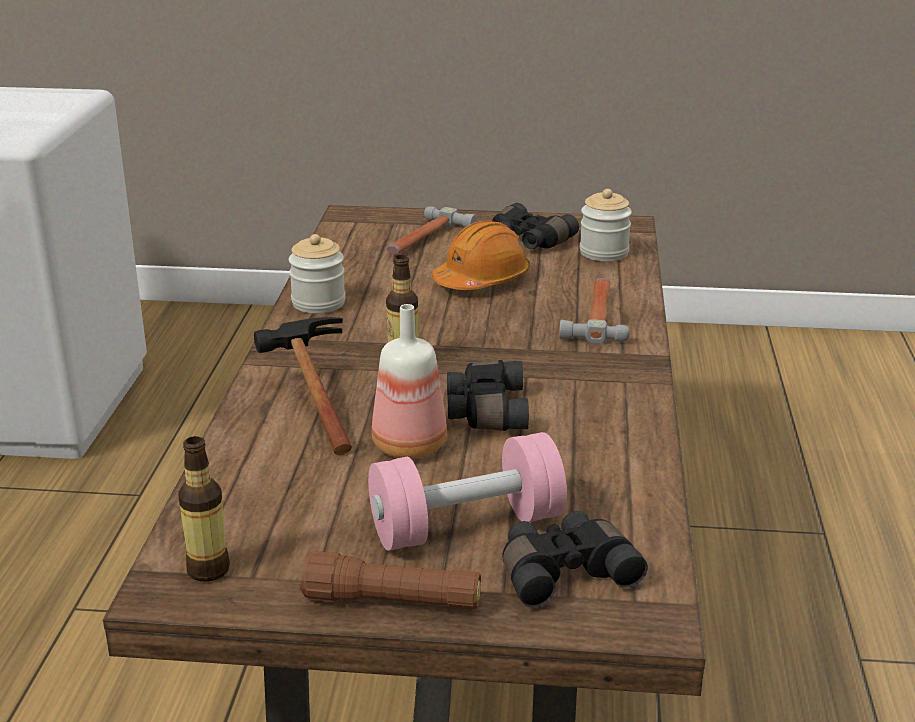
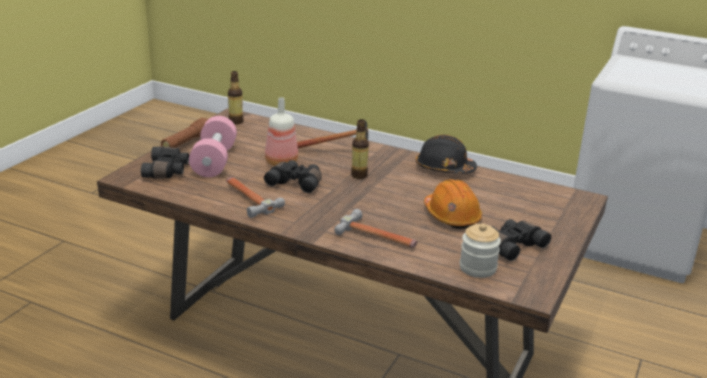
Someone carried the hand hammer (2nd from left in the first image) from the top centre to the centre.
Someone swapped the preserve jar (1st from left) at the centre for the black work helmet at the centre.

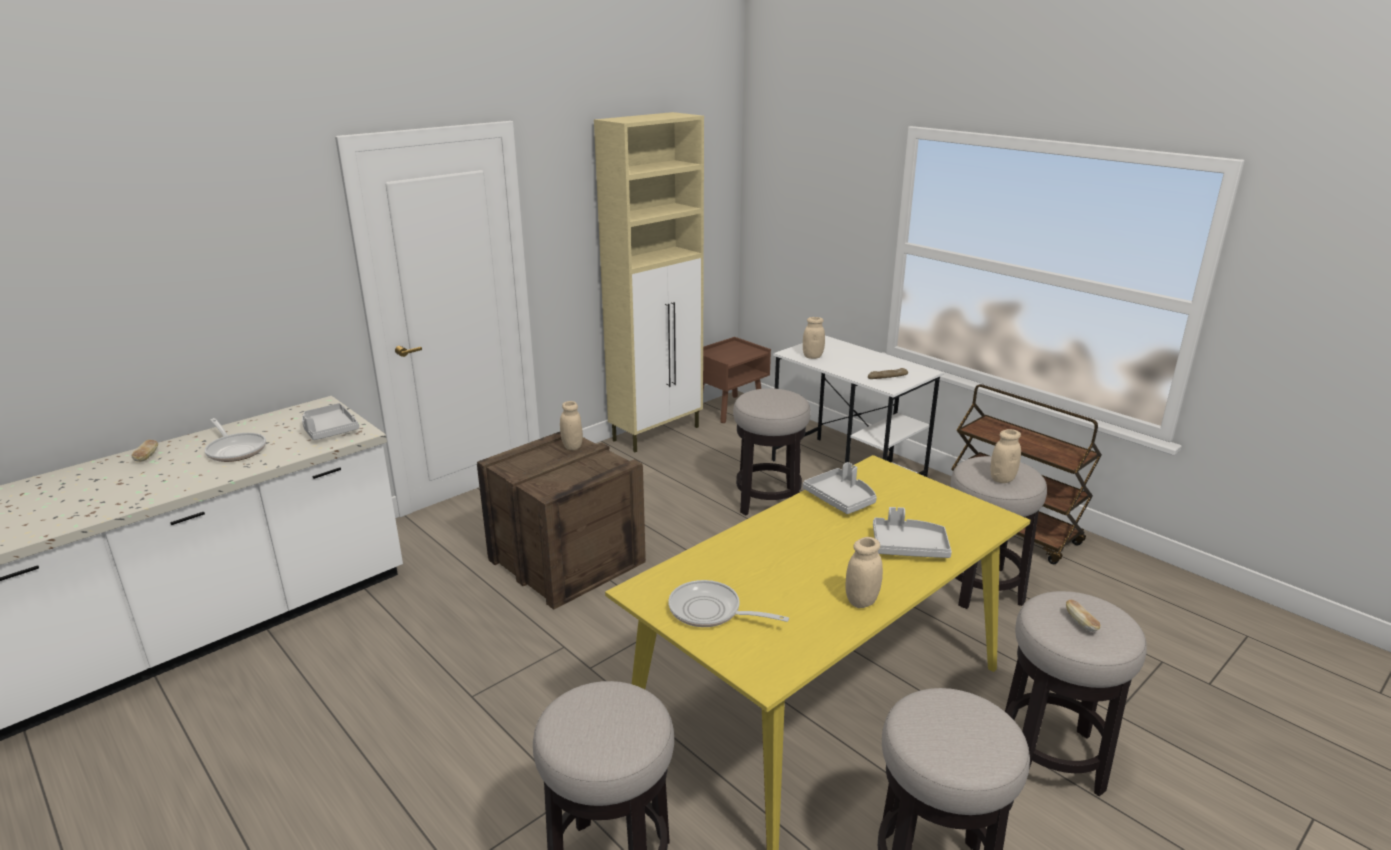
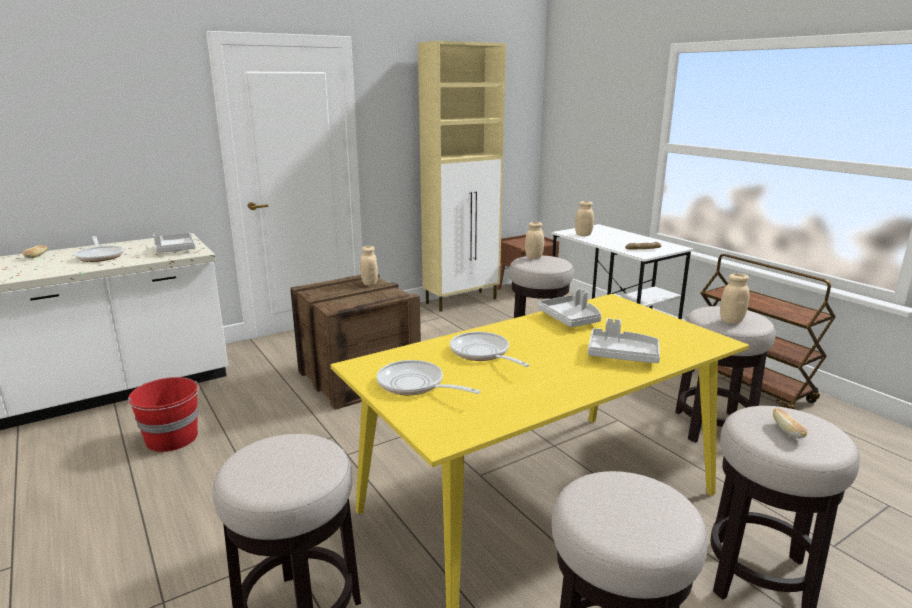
Someone put down the red-coloured water bucket at the bottom left.
Someone put down the skillet (3rd from left) at the centre.
Someone carried the sand-coloured preserve jar (3rd from left in the first image) from the bottom centre to the centre.

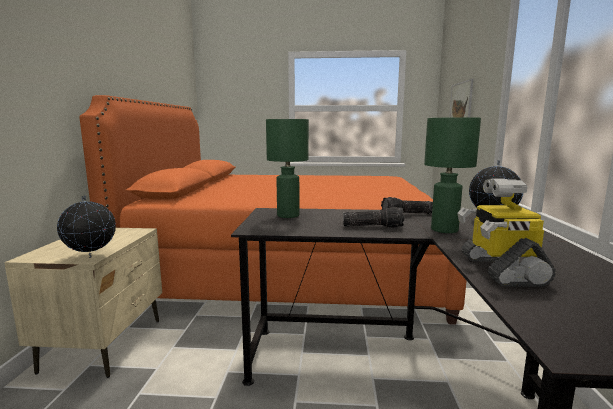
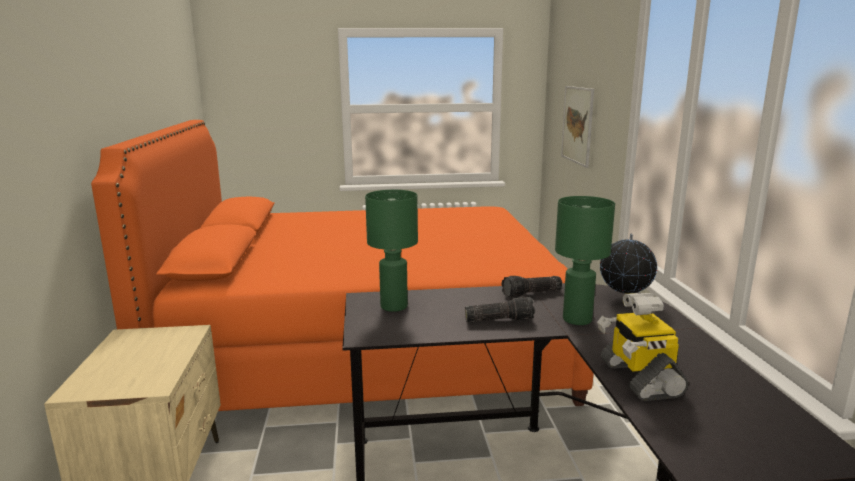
Someone took away the globe (1st from left) at the middle left.

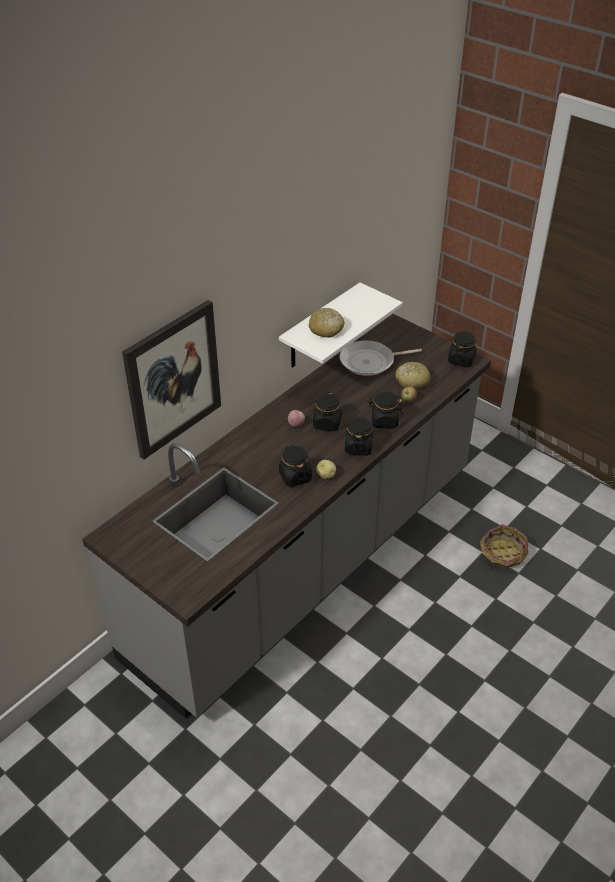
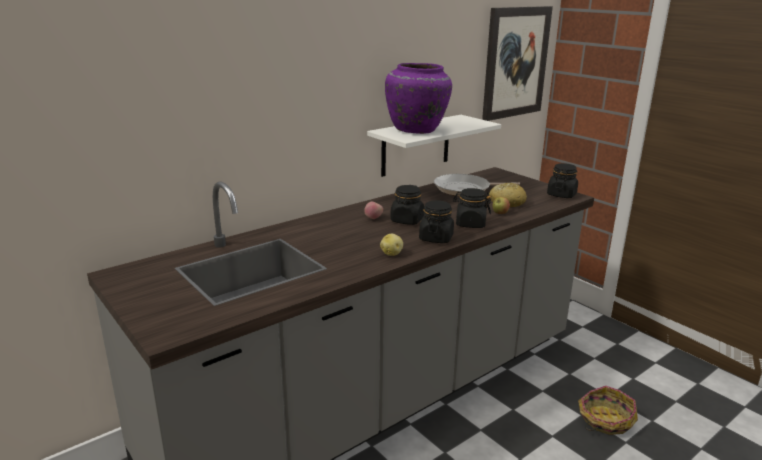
Someone swapped the bread (1st from left) at the centre for the purplish vase at the top centre.
Someone carried the wall art from the middle left to the top right.
Someone took away the black preserve jar (1st from left) at the centre.

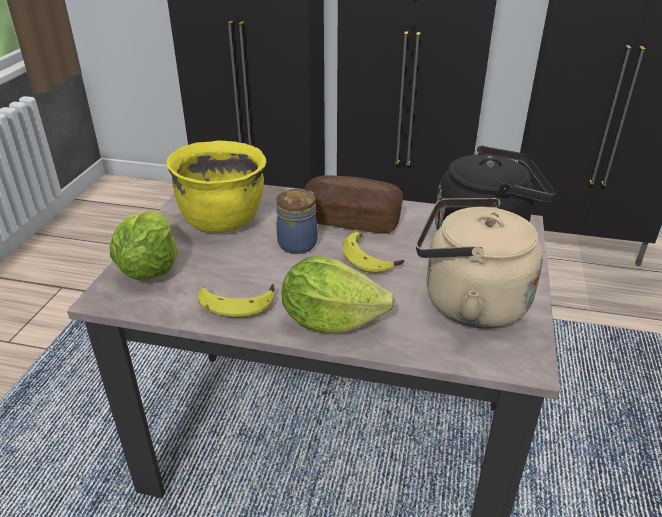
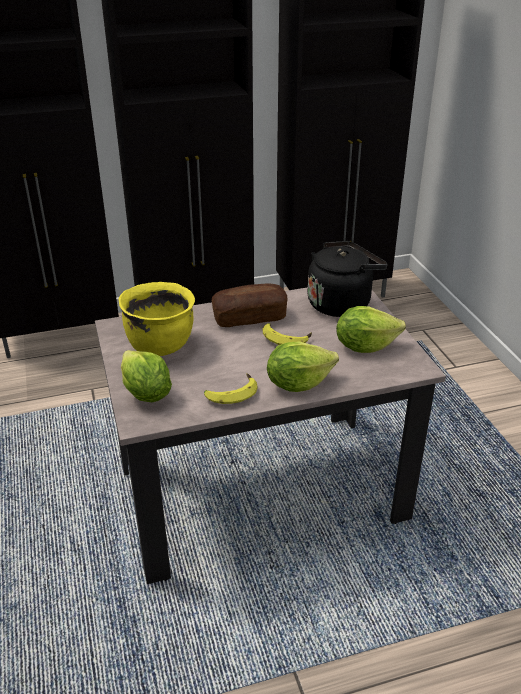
Someone swapped the sand-coloured kettle at the middle right for the lettuce head (3rd from left) at the middle right.
Someone took away the preserve jar at the centre.

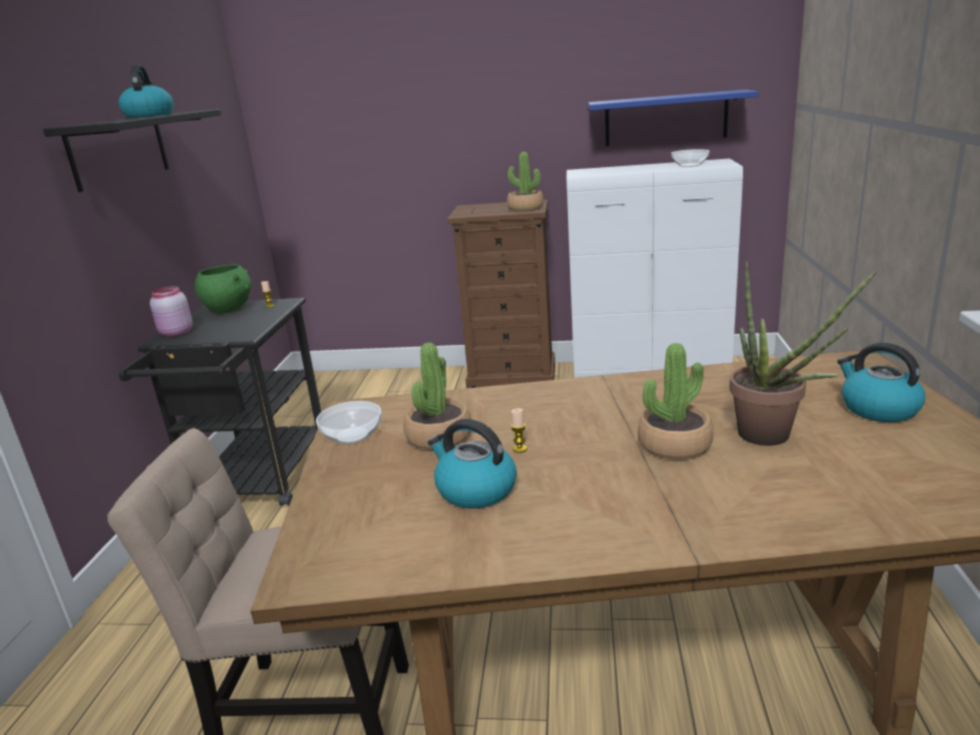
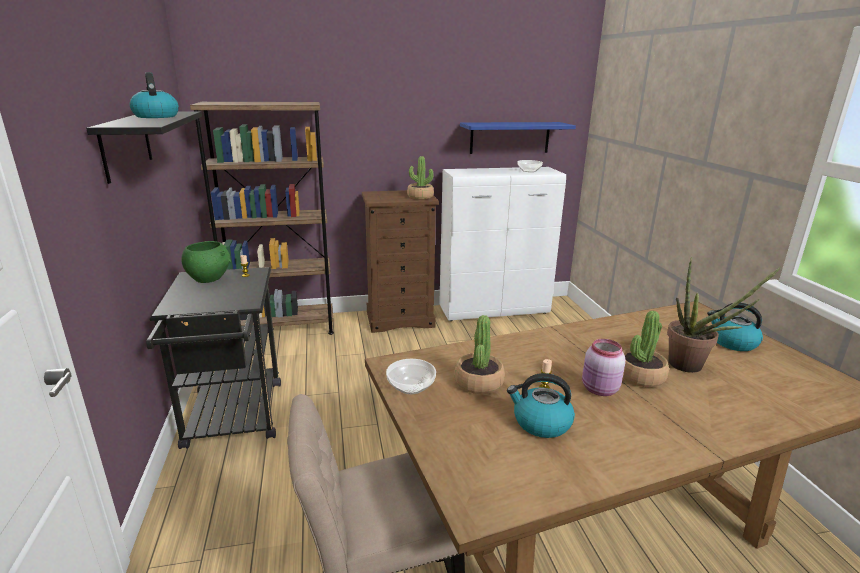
Someone put down the brown-coloured shelving unit at the middle left.
Someone carried the pinkish preserve jar from the middle left to the middle right.

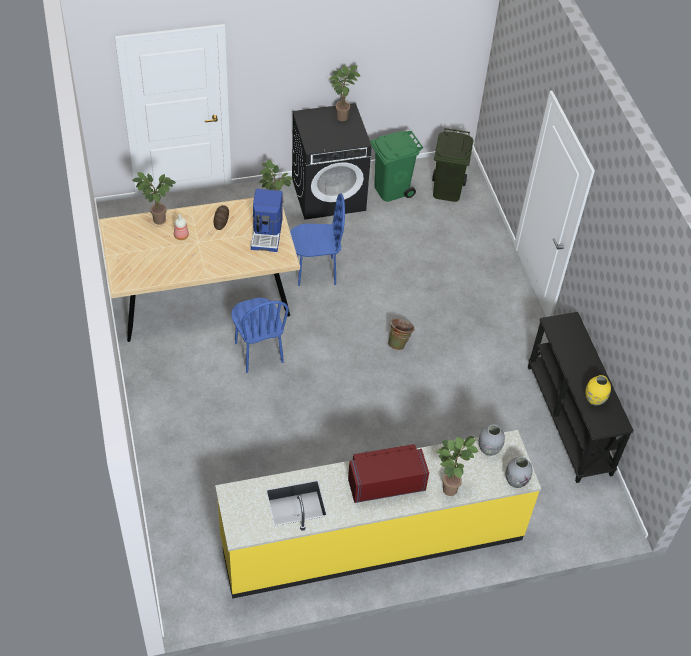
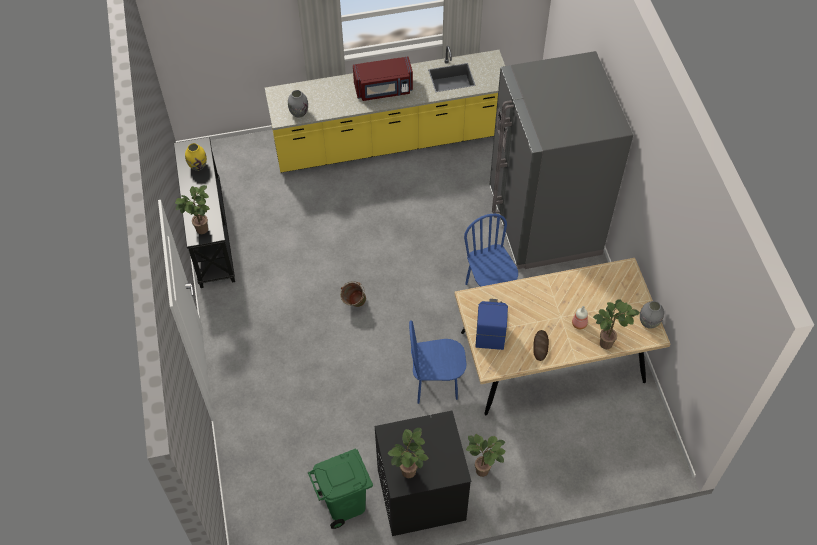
Someone carried the plant in a pot (4th from left in the first image) from the bottom centre to the middle left.
Someone put down the gray refrigerator at the top right.
Someone carried the gray vase (2nd from left) from the bottom right to the middle right.
Someone took away the green-coloured trash can (2nd from left) at the top centre.

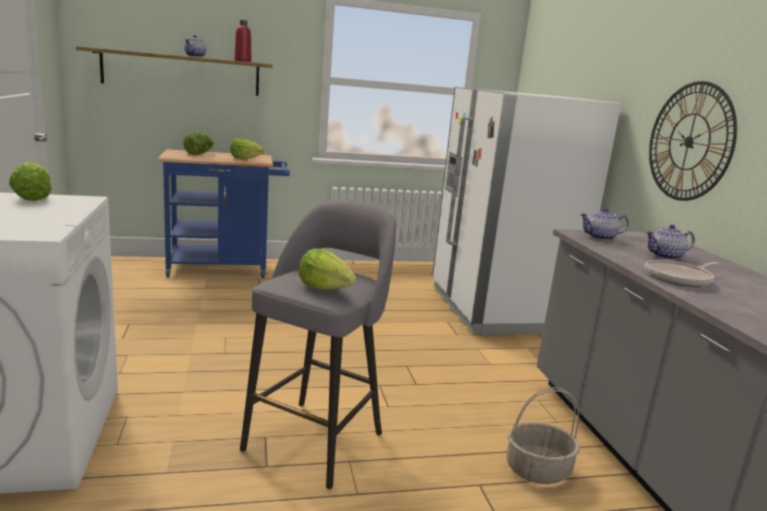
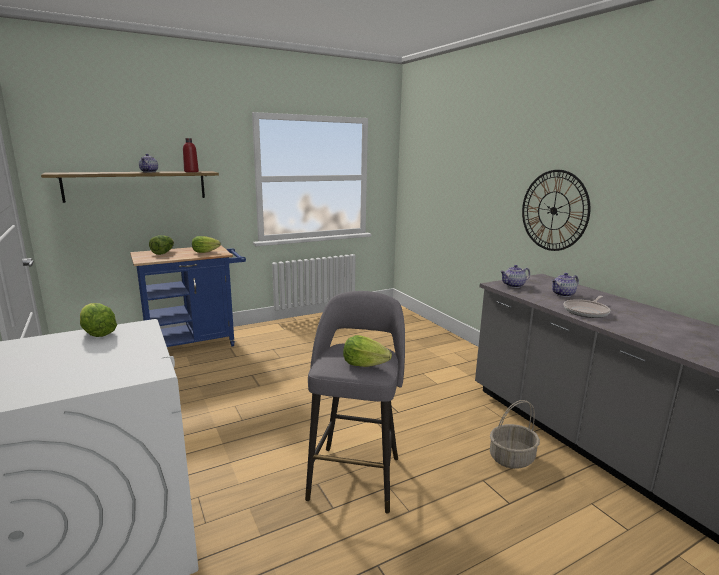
Someone took away the whitish refrigerator at the middle right.

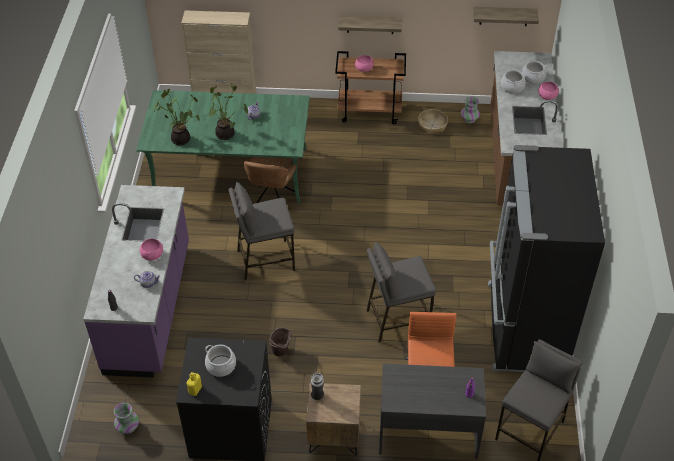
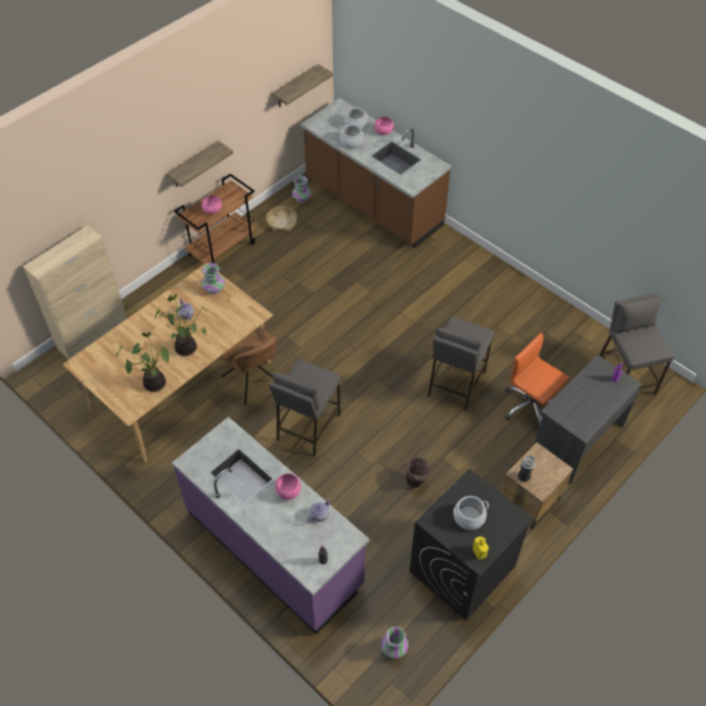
Someone repainted the green-coloured dining table at the top left, which became the sand-coloured dining table at the middle left.
Someone put down the vase (1st from left) at the middle left.
Someone took away the black refrigerator at the middle right.

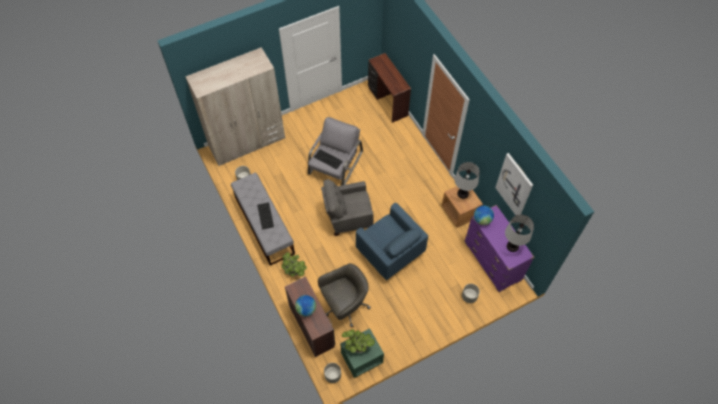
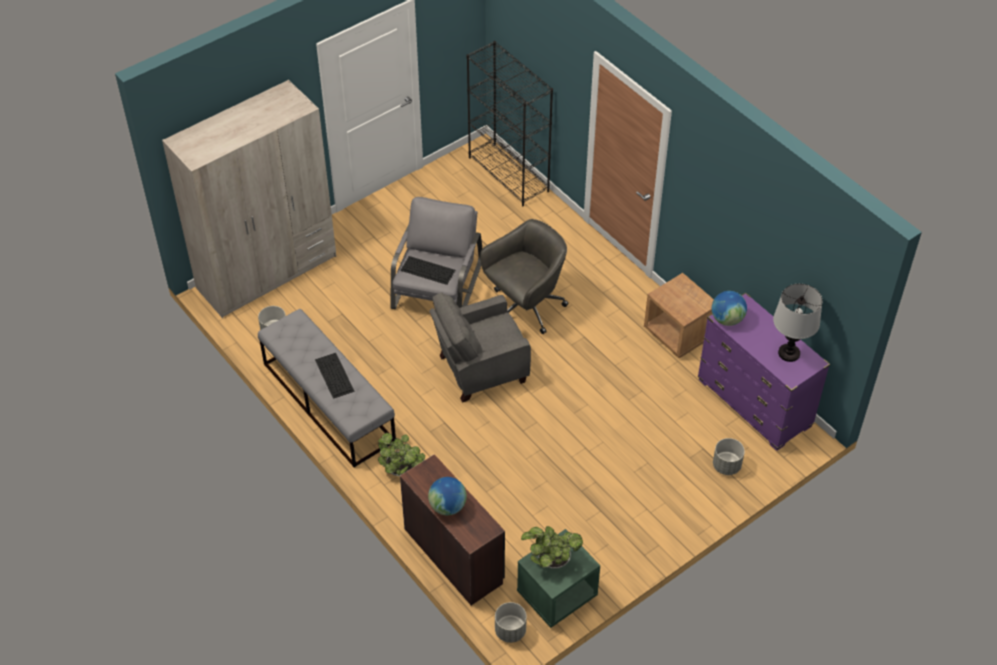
Someone swapped the brown-coloured desk (2nd from left) at the top centre for the black shelving unit at the top centre.
Someone carried the gray office chair from the bottom centre to the centre.
Someone took away the bluish easy chair at the centre.
Someone took away the table lamp (1st from left) at the centre.
Someone took away the wall art at the middle right.

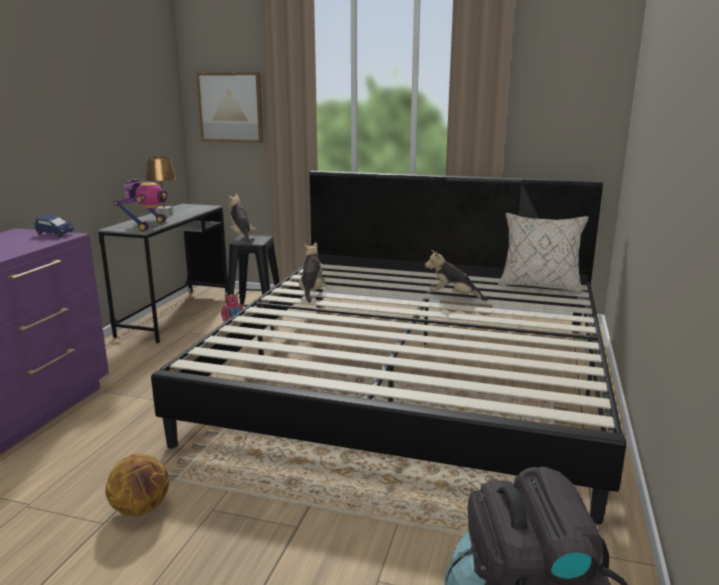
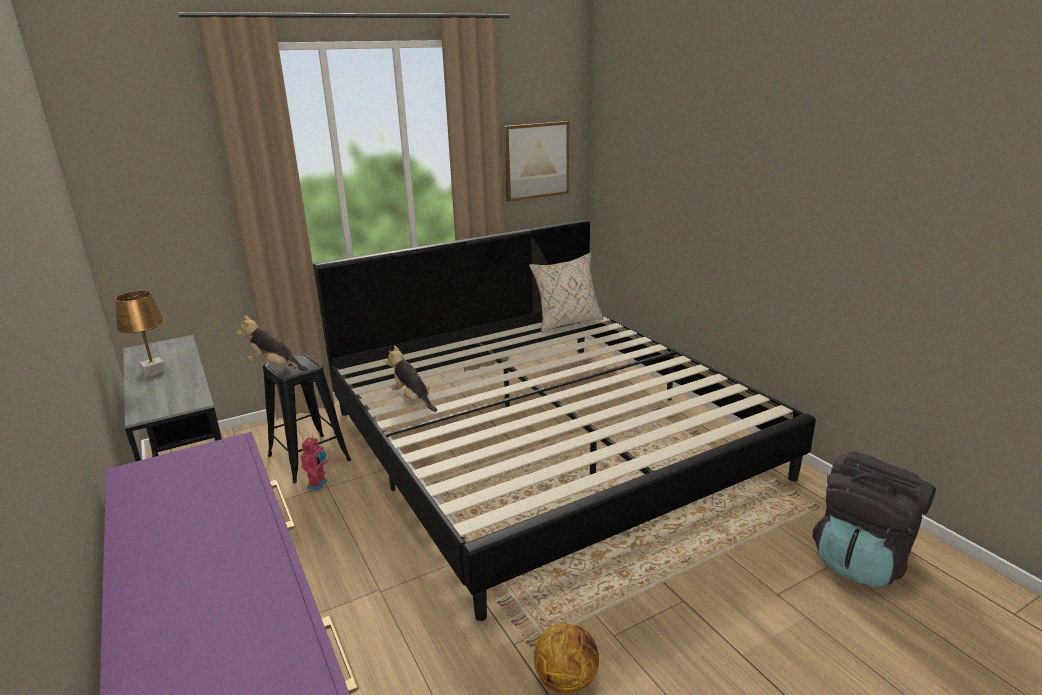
Someone carried the wall art from the top left to the top centre.
Someone took away the bluish miniature car at the middle left.
Someone took away the model robot (1st from left) at the middle left.
Someone took away the cuddly toy (3rd from left) at the centre.

